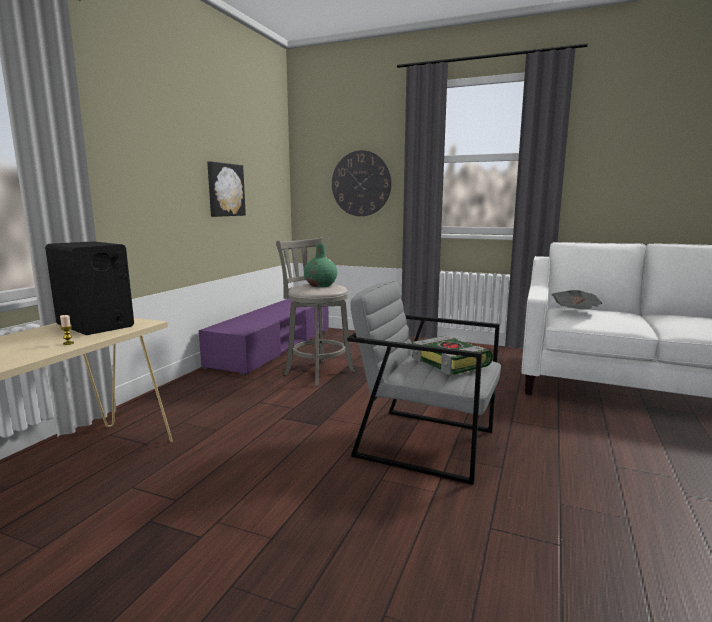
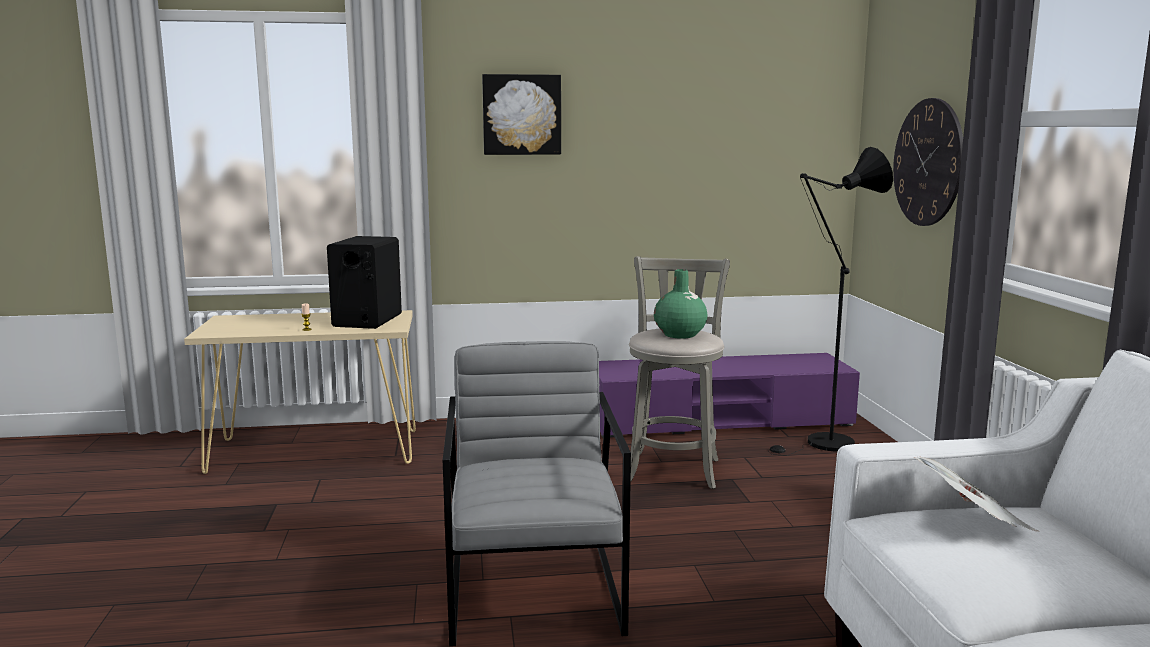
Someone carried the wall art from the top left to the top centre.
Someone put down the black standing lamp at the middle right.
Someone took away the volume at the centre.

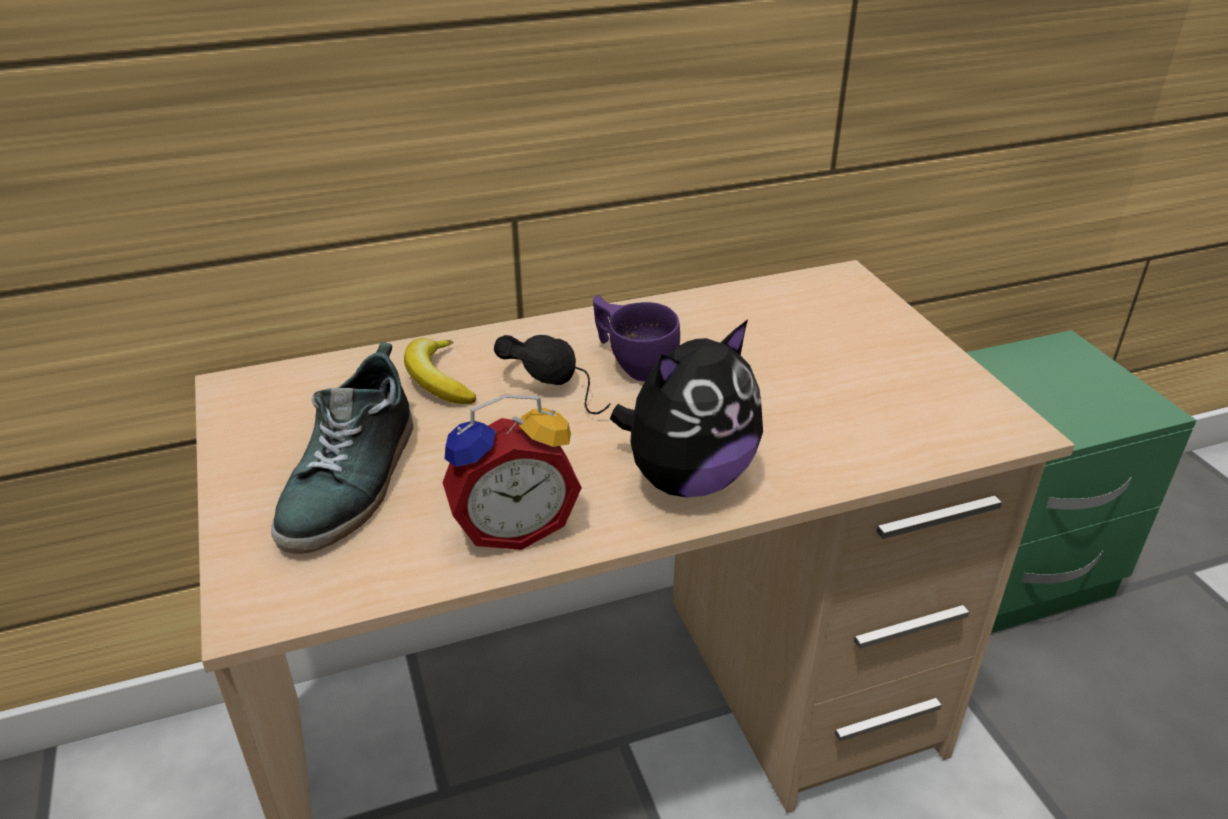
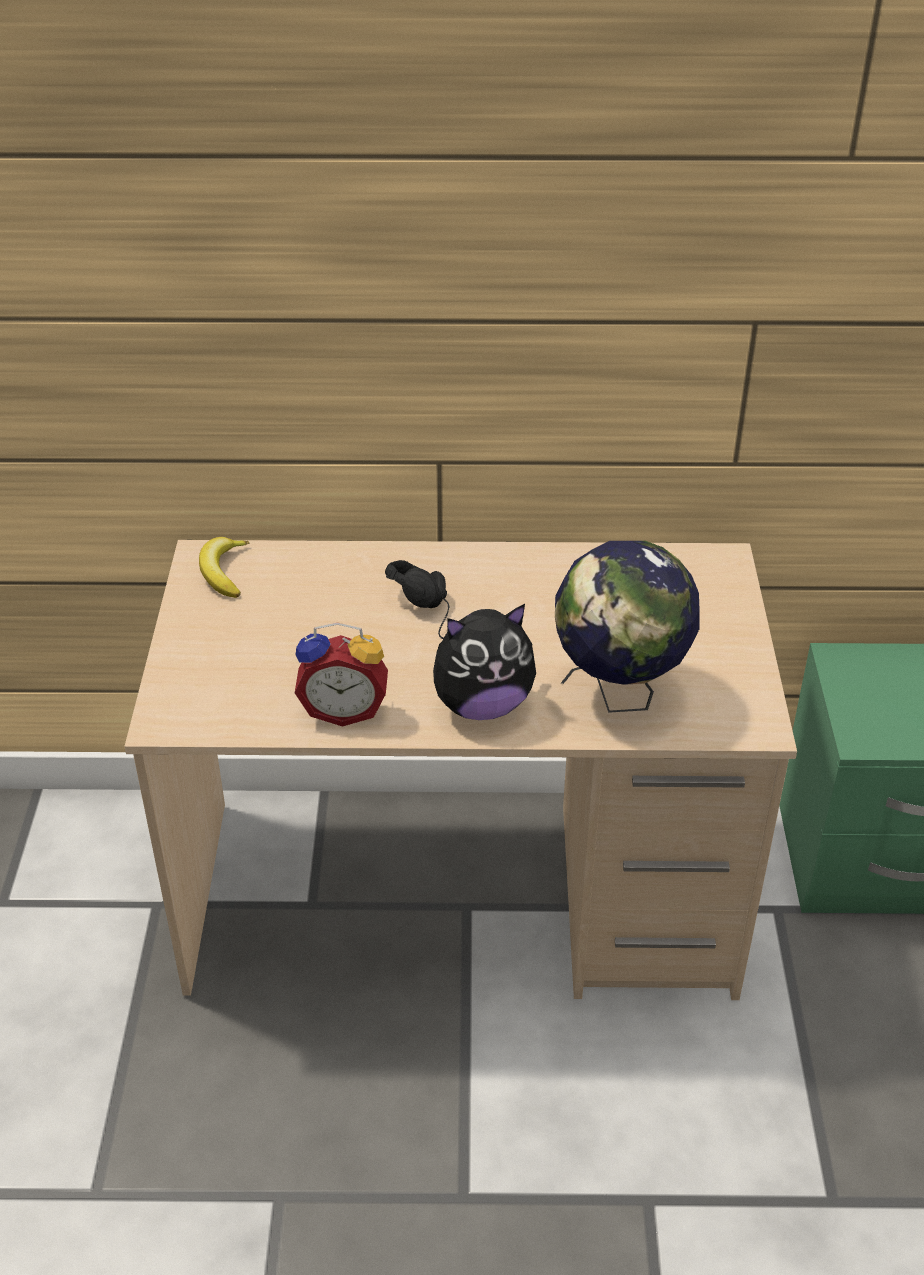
Someone carried the banana fruit from the centre to the middle left.
Someone put down the globe at the middle right.
Someone took away the item of footwear at the middle left.
Someone took away the purplish cup at the centre.

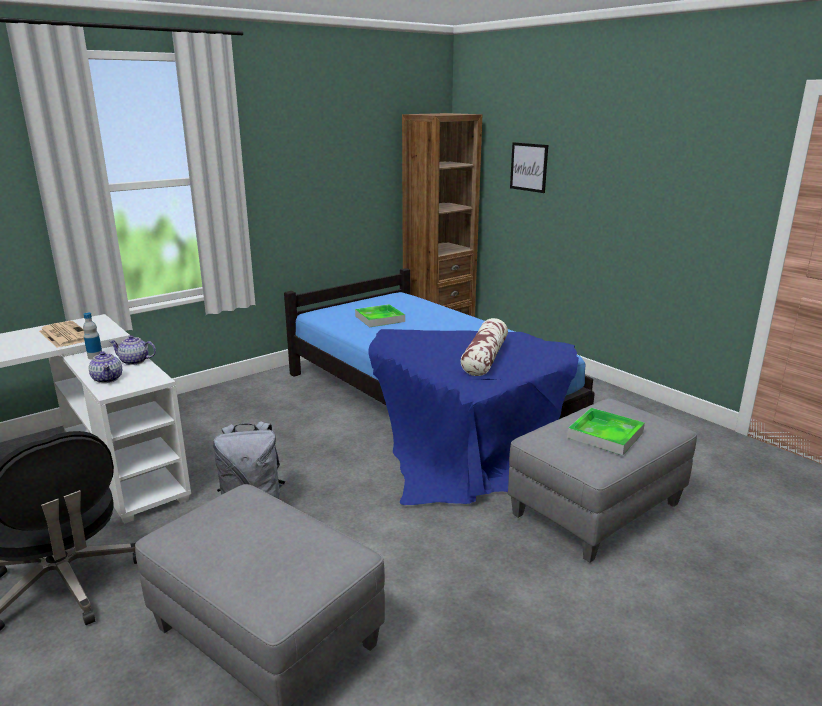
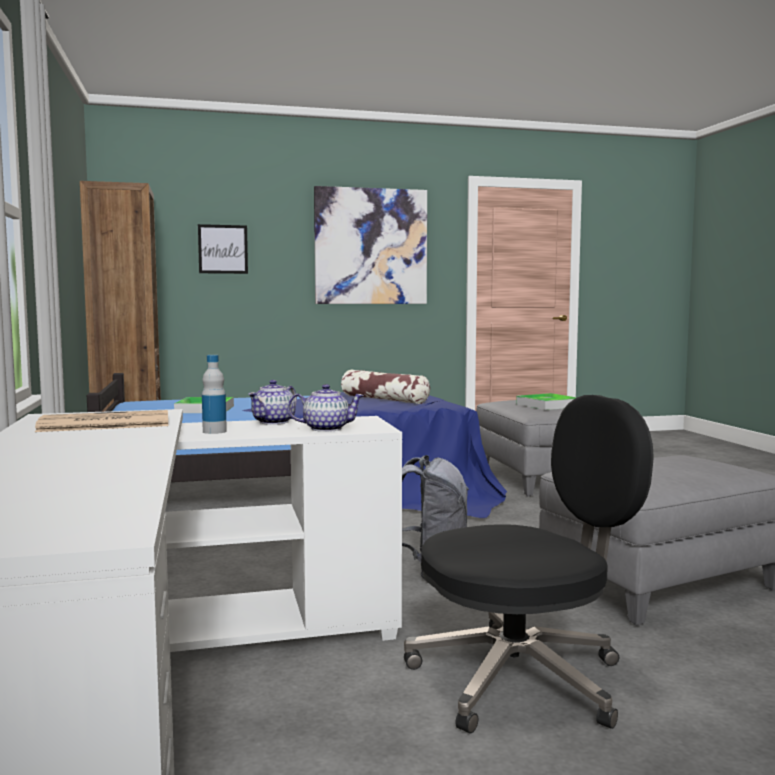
Someone put up the wall art (2nd from left) at the top centre.

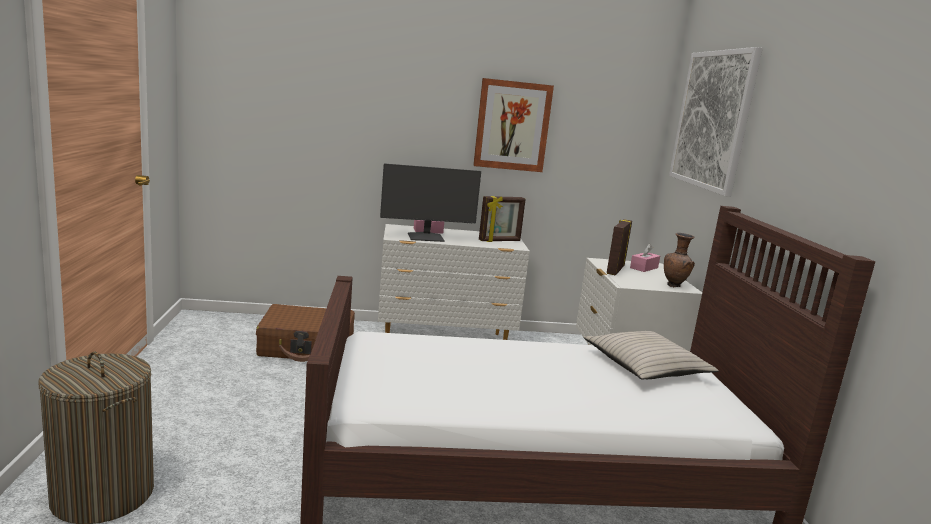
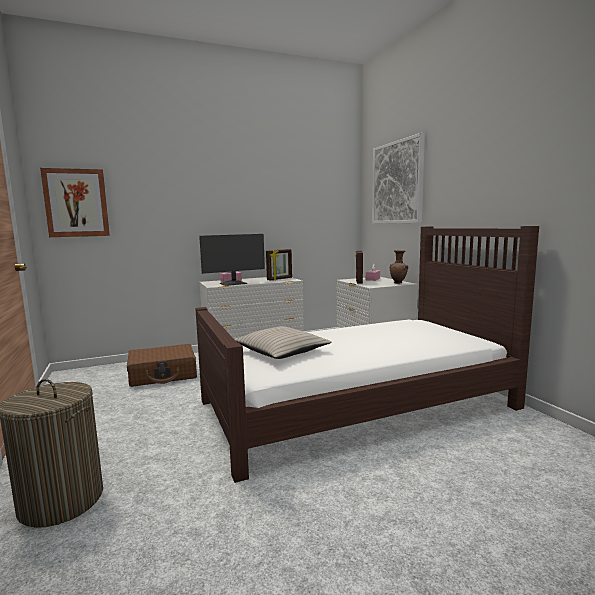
Someone carried the wall art (1st from left) from the top centre to the middle left.
Someone carried the sand-coloured cushion from the bottom right to the centre.

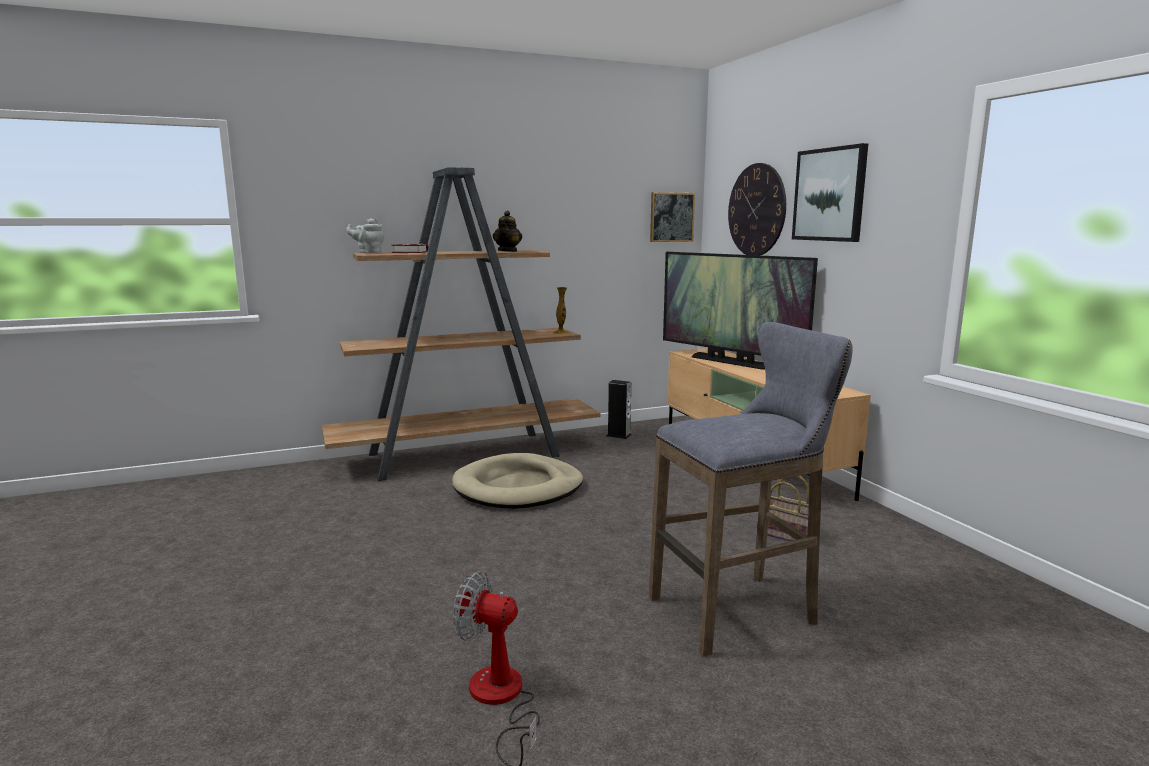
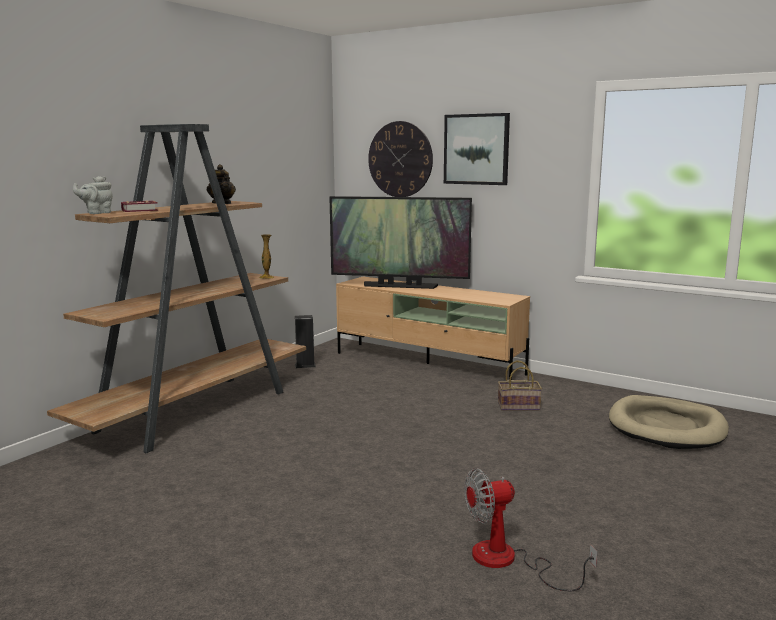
Someone carried the sand-coloured dog cushion from the centre to the bottom right.
Someone took away the gray stool seat at the centre.
Someone took away the wall art (1st from left) at the top centre.

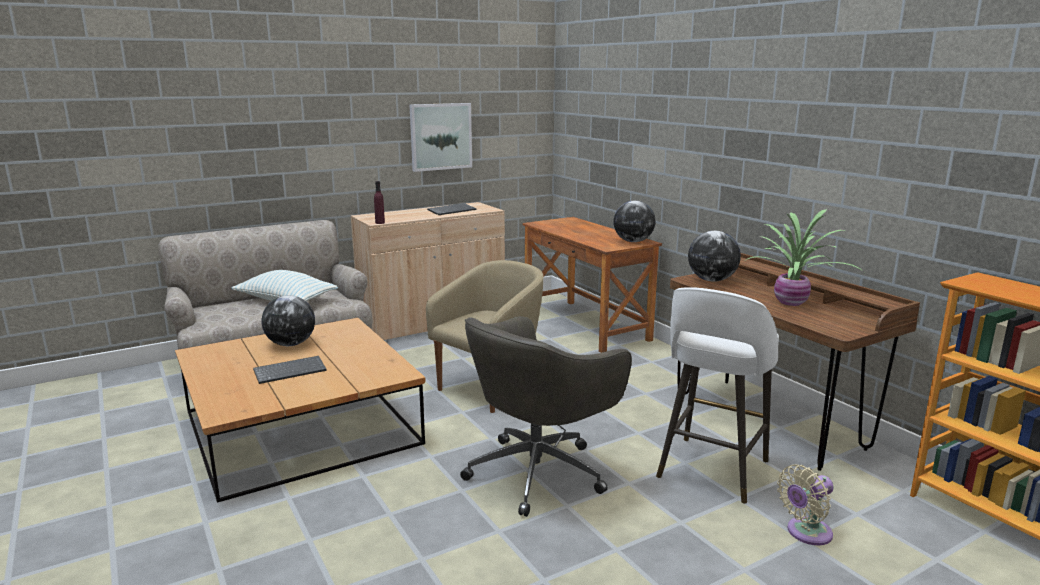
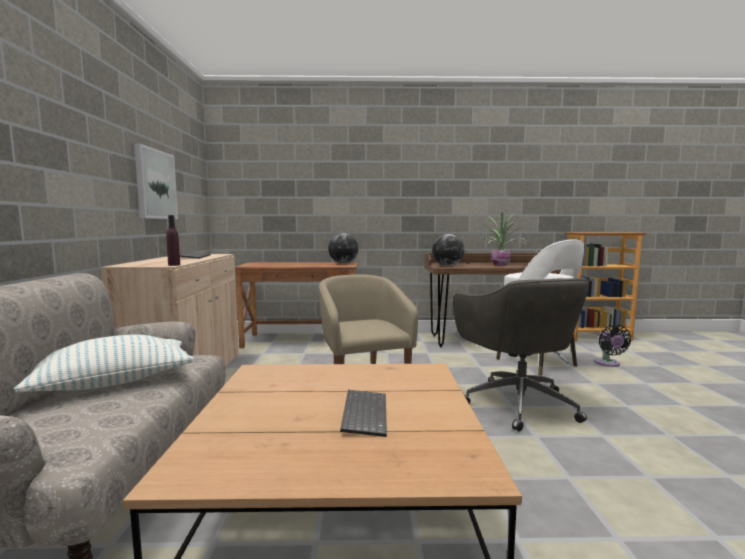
Someone repainted the sand-coloured fan at the bottom right, which became the black fan at the middle right.
Someone took away the globe (1st from left) at the middle left.

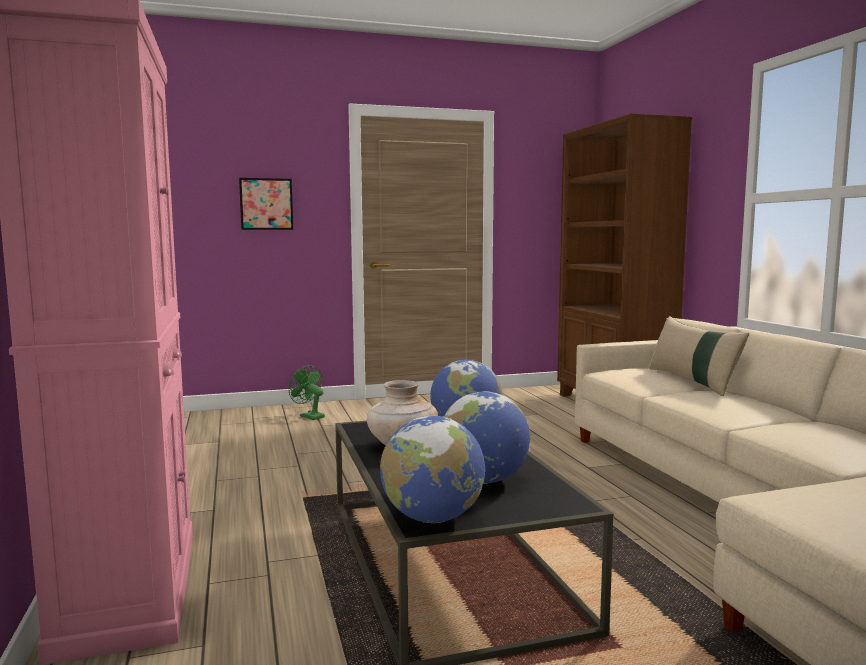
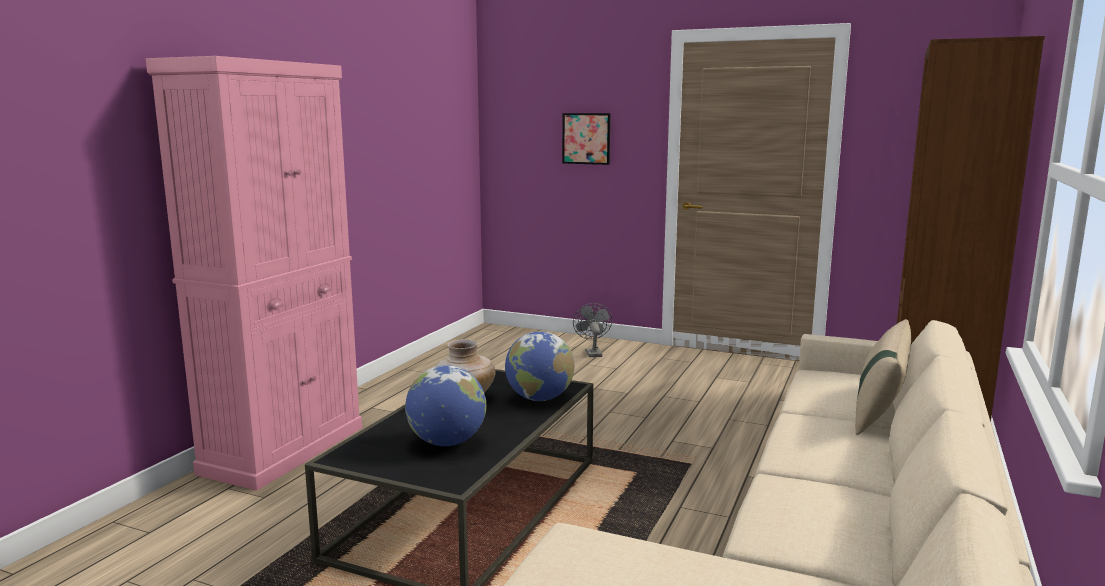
Someone repainted the green-coloured fan at the centre, which became the gray fan at the centre.
Someone took away the globe (1st from left) at the bottom centre.

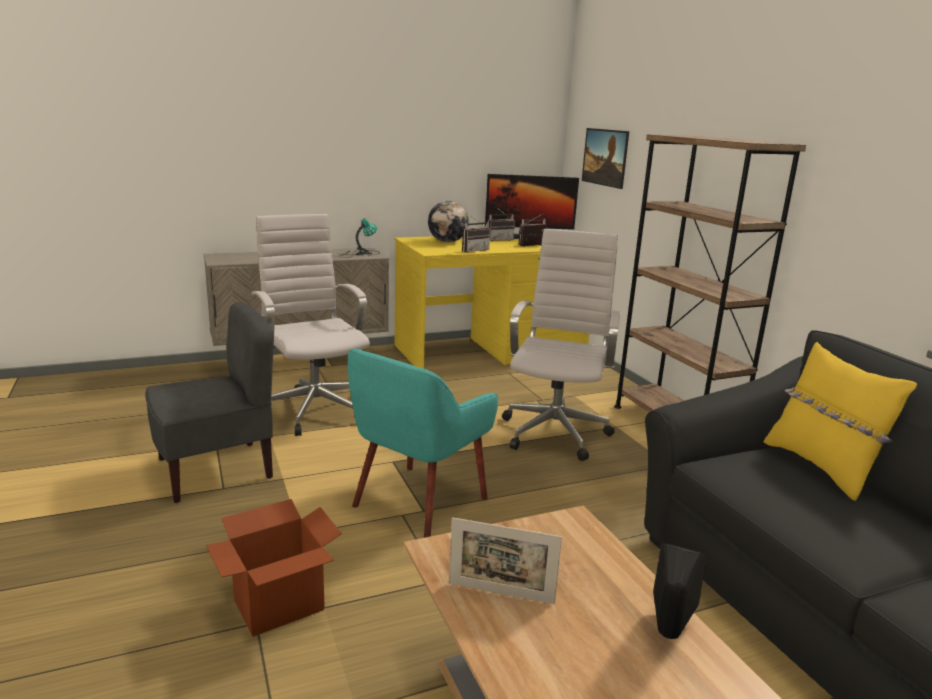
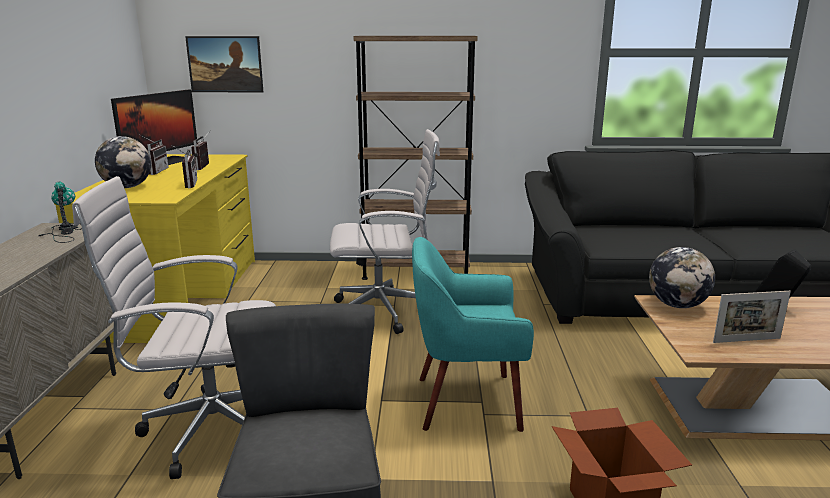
Someone rotated the whitish office chair (2nd from left) at the centre by 135 degrees clockwise.
Someone rotated the turquoise easy chair at the centre by 120 degrees clockwise.
Someone put down the globe (2nd from left) at the middle right.
Someone rotated the picture frame at the bottom centre by 45 degrees clockwise.
Someone took away the yellow-coloured cushion at the middle right.

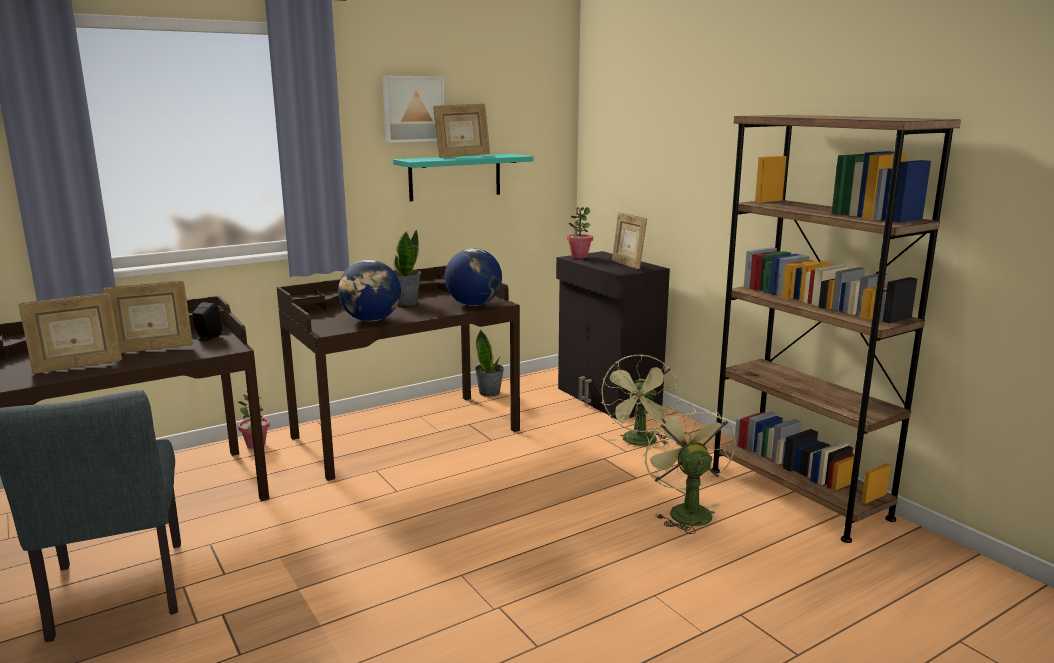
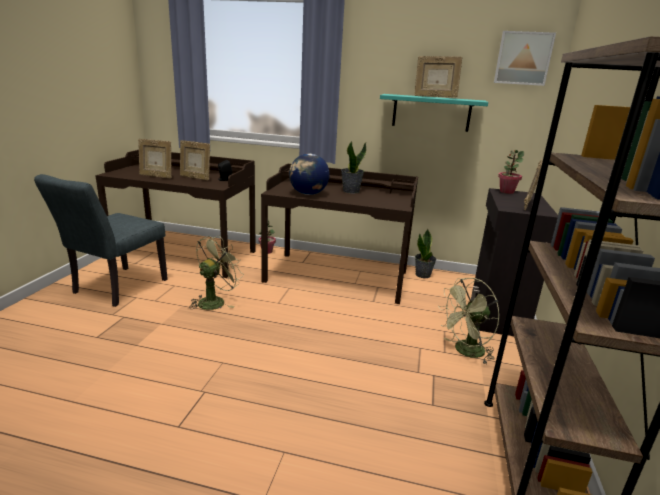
Someone carried the green-coloured fan (2nd from left in the first image) from the bottom centre to the middle left.
Someone carried the wall art from the top centre to the top right.
Someone took away the globe (2nd from left) at the centre.

